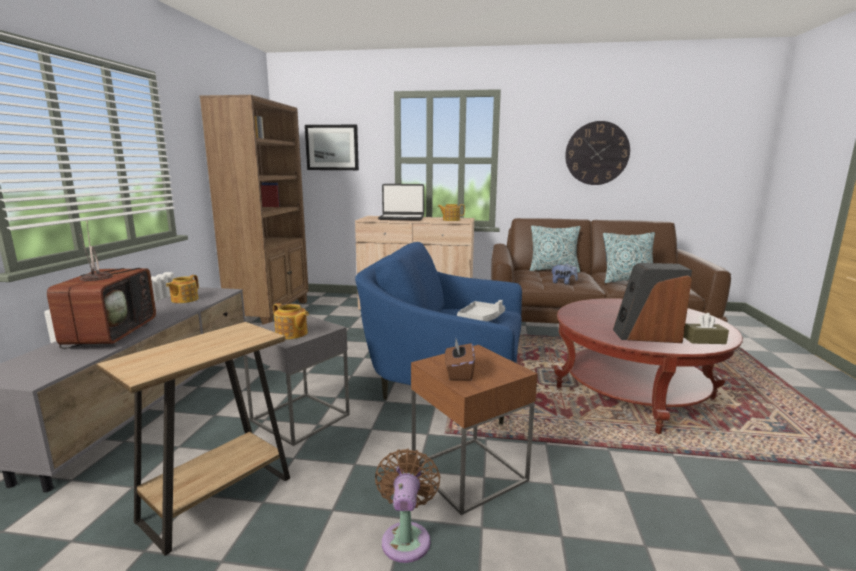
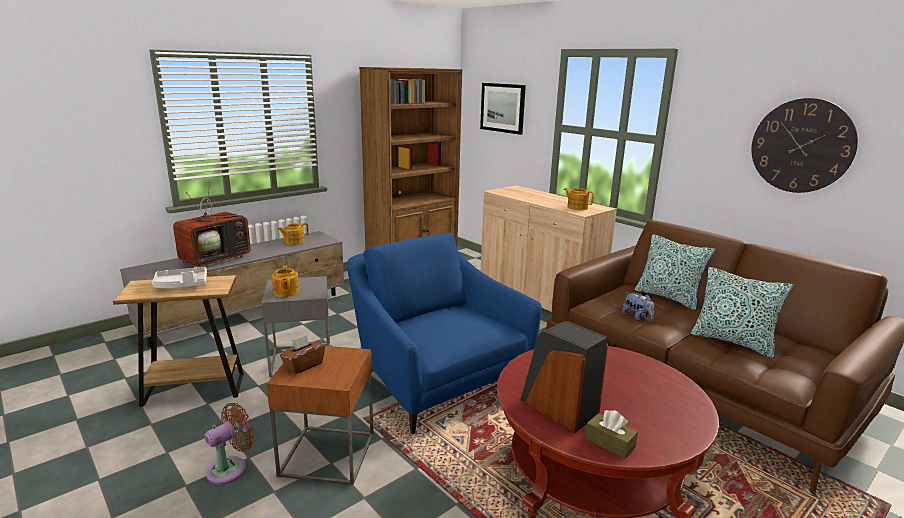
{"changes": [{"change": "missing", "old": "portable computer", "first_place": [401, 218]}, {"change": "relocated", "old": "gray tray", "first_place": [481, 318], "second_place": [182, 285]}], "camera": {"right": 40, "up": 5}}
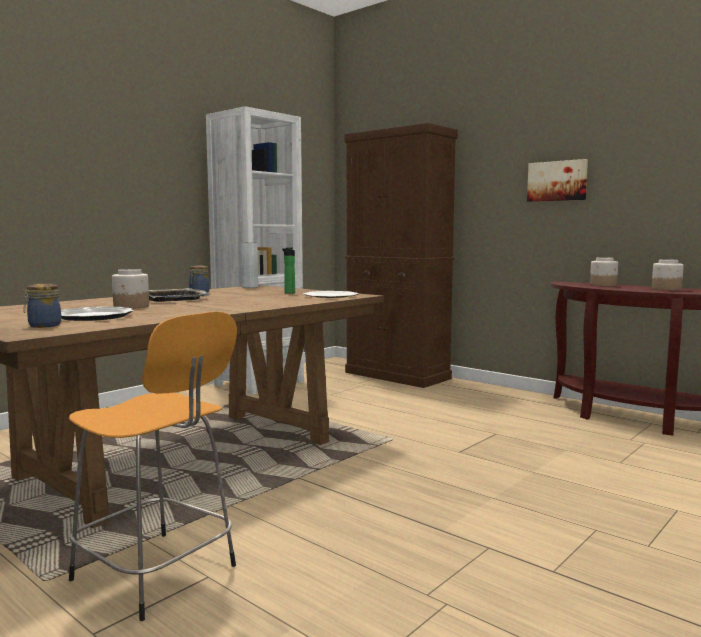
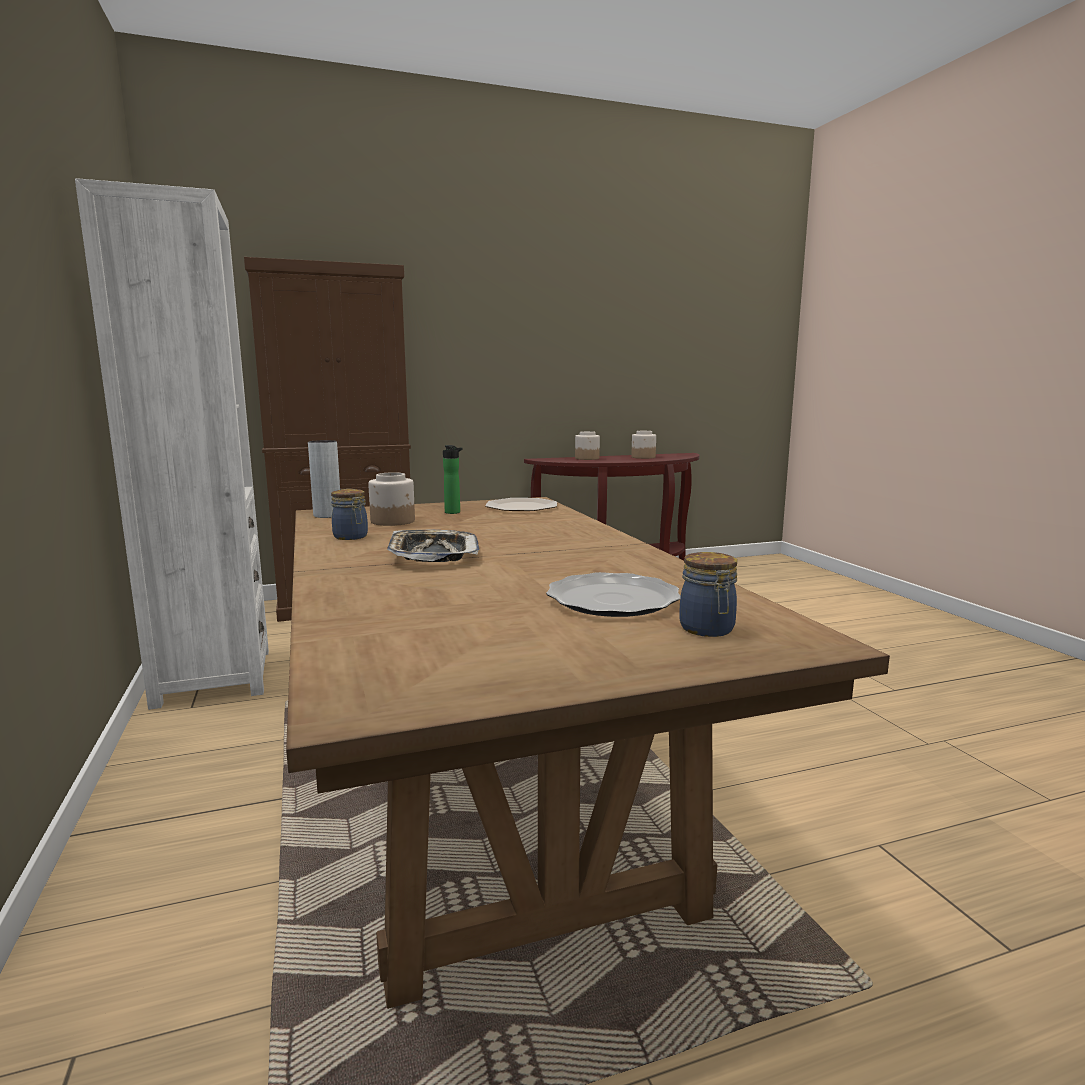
{"changes": [{"change": "missing", "old": "orange-coloured stool seat", "first_place": [158, 574]}, {"change": "relocated", "old": "storage jar", "first_place": [131, 306], "second_place": [393, 521]}, {"change": "missing", "old": "wall art", "first_place": [557, 181]}], "camera": {"right": -60, "up": 5}}
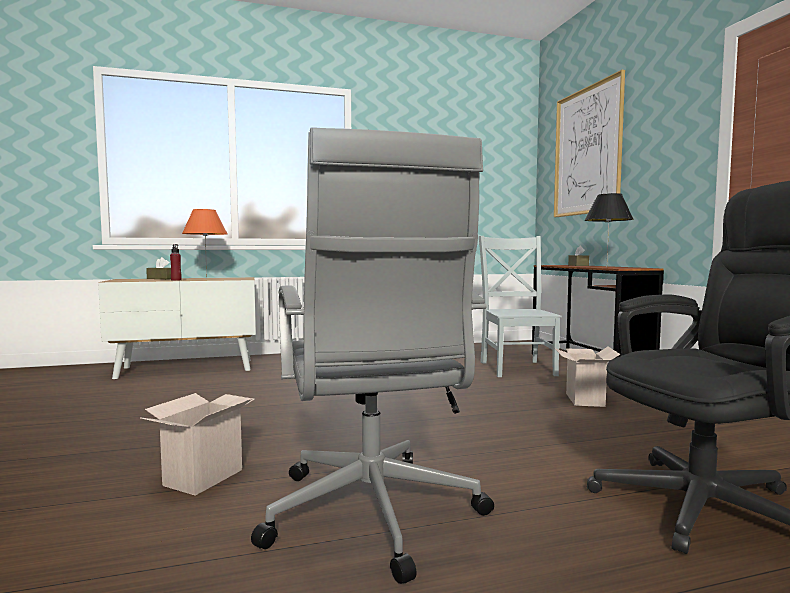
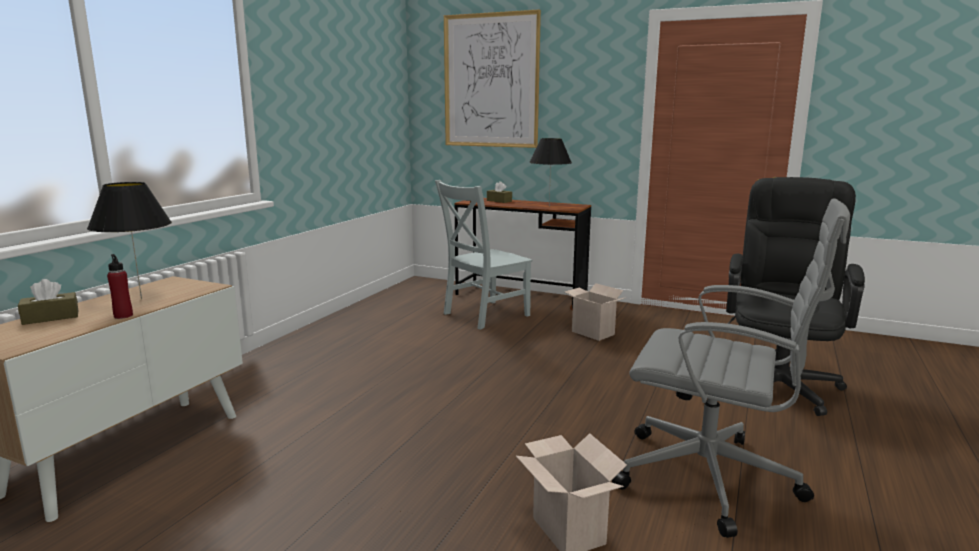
{"changes": [{"change": "colour", "old": "orange-coloured lamp for a table", "new": "black-coloured lamp for a table", "first_place": [206, 278], "second_place": [141, 299]}, {"change": "spun", "old": "gray upright chair", "first_place": [517, 368], "second_place": [483, 315], "degrees": -75}], "camera": {"right": -50, "up": 10}}
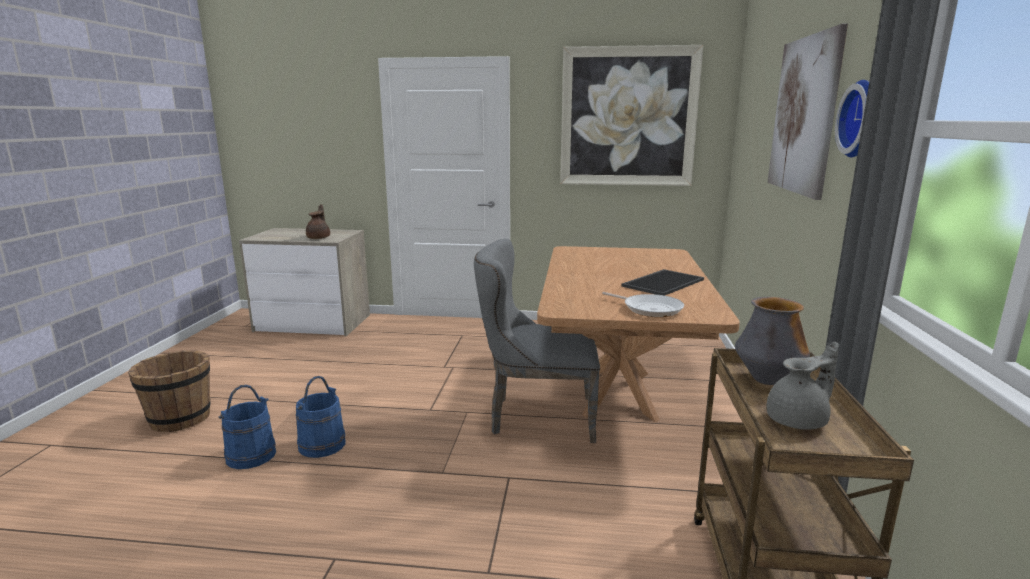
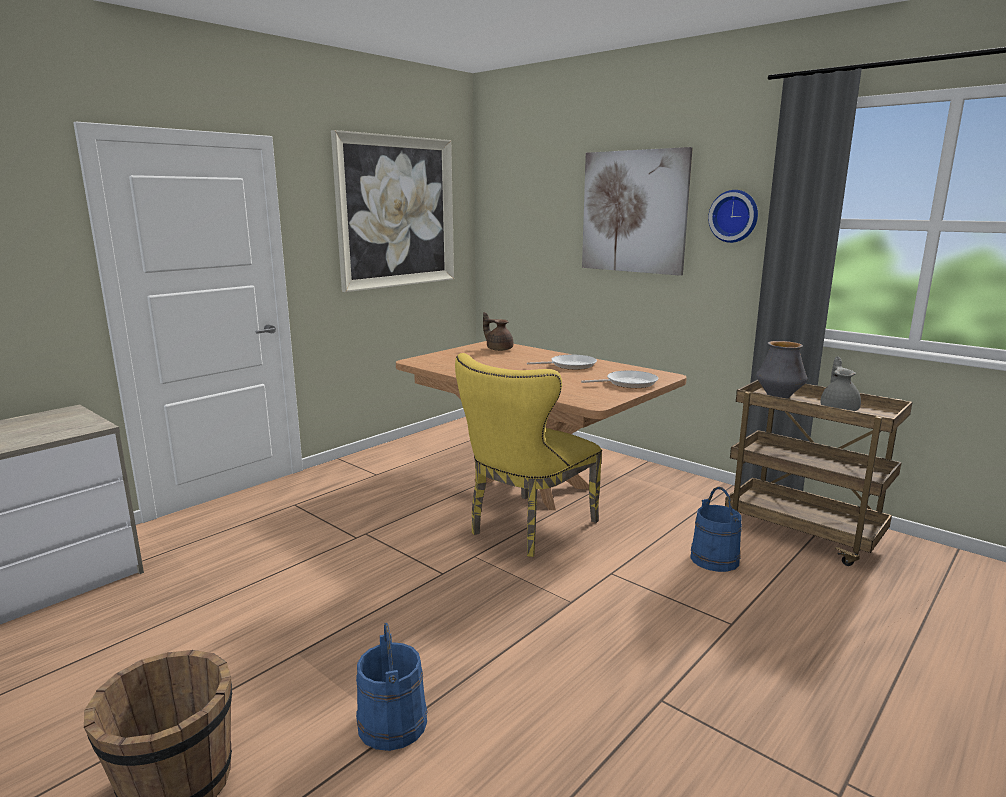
{"changes": [{"change": "relocated", "old": "blue water bucket", "first_place": [322, 445], "second_place": [715, 559]}, {"change": "relocated", "old": "brown tea pot", "first_place": [319, 238], "second_place": [498, 349]}, {"change": "colour", "old": "gray upright chair", "new": "yellow upright chair", "first_place": [535, 416], "second_place": [526, 529]}, {"change": "exchanged", "old": "tray", "new": "pan", "first_place": [662, 282], "second_place": [570, 365]}], "camera": {"right": -55, "up": 0}}
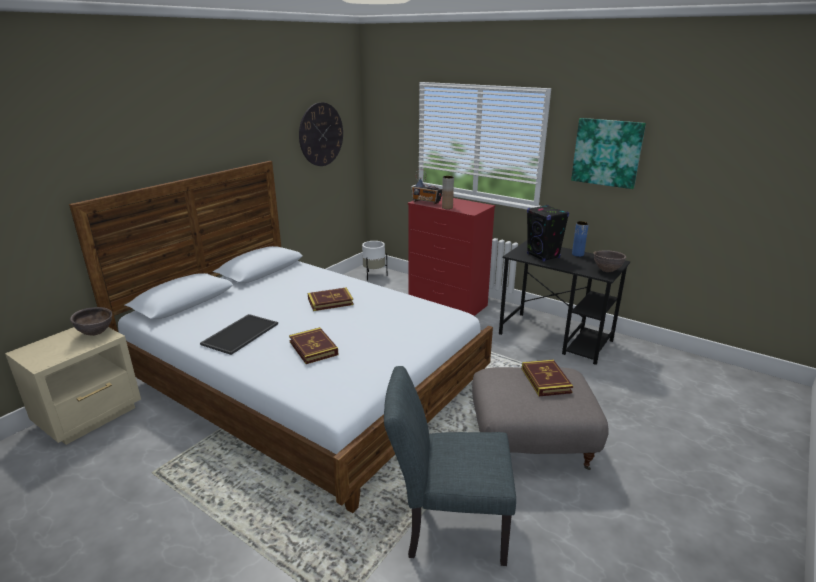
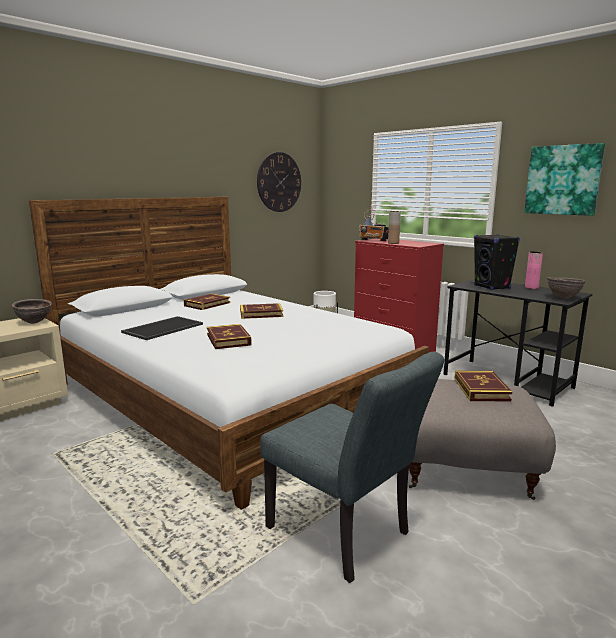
{"changes": [{"change": "spun", "old": "gray upright chair", "first_place": [446, 526], "second_place": [345, 535], "degrees": -150}, {"change": "colour", "old": "blue flower vase", "new": "pink flower vase", "first_place": [577, 254], "second_place": [531, 287]}, {"change": "appeared", "new": "volume", "second_place": [207, 304]}], "camera": {"right": 10, "up": -10}}
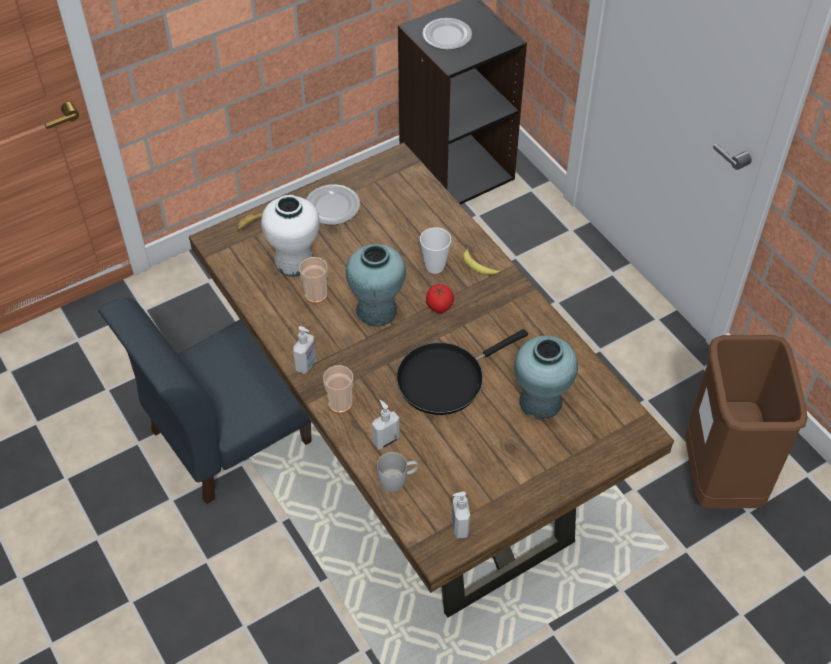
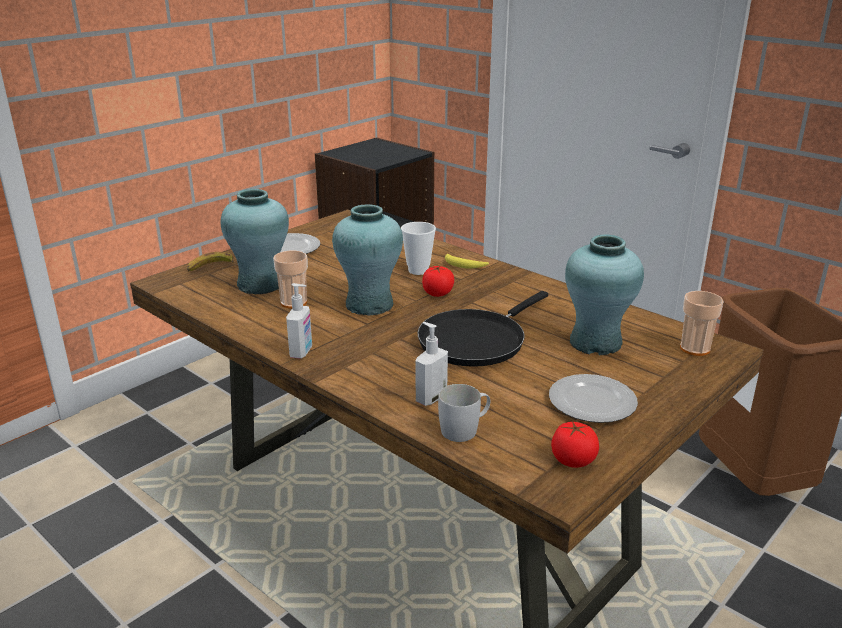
{"changes": [{"change": "missing", "old": "blue upright chair", "first_place": [229, 436]}, {"change": "colour", "old": "white-coloured flower vase", "new": "blue-green flower vase", "first_place": [294, 261], "second_place": [260, 284]}, {"change": "relocated", "old": "small cup", "first_place": [340, 404], "second_place": [695, 348]}, {"change": "relocated", "old": "flat dish", "first_place": [447, 36], "second_place": [593, 402]}, {"change": "exchanged", "old": "liquid soap bottle", "new": "tomato", "first_place": [459, 527], "second_place": [573, 460]}], "camera": {"right": -15, "up": -25}}
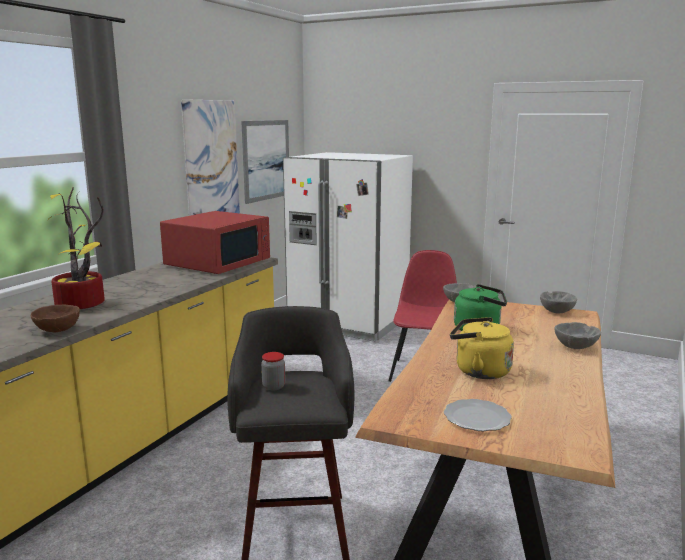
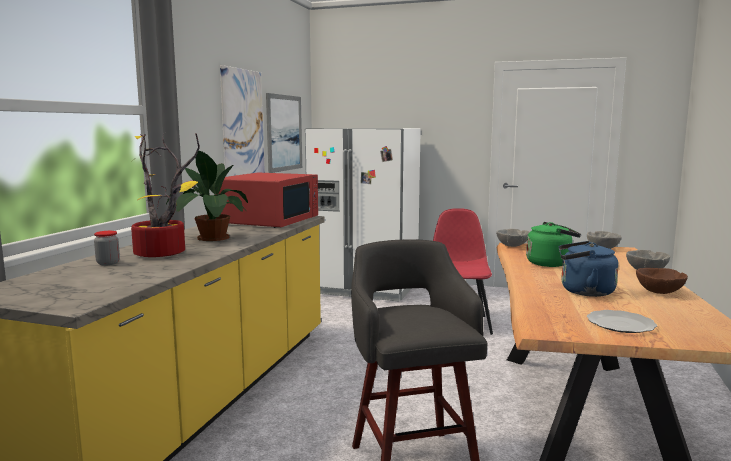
{"changes": [{"change": "relocated", "old": "brown serving bowl", "first_place": [58, 330], "second_place": [660, 292]}, {"change": "relocated", "old": "storage jar", "first_place": [273, 386], "second_place": [108, 263]}, {"change": "colour", "old": "yellow water kettle", "new": "blue water kettle", "first_place": [478, 371], "second_place": [583, 291]}, {"change": "appeared", "new": "houseplant", "second_place": [211, 238]}], "camera": {"right": -10, "up": -5}}
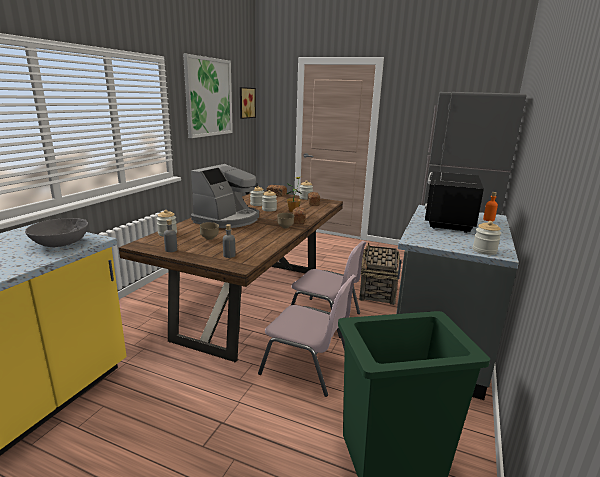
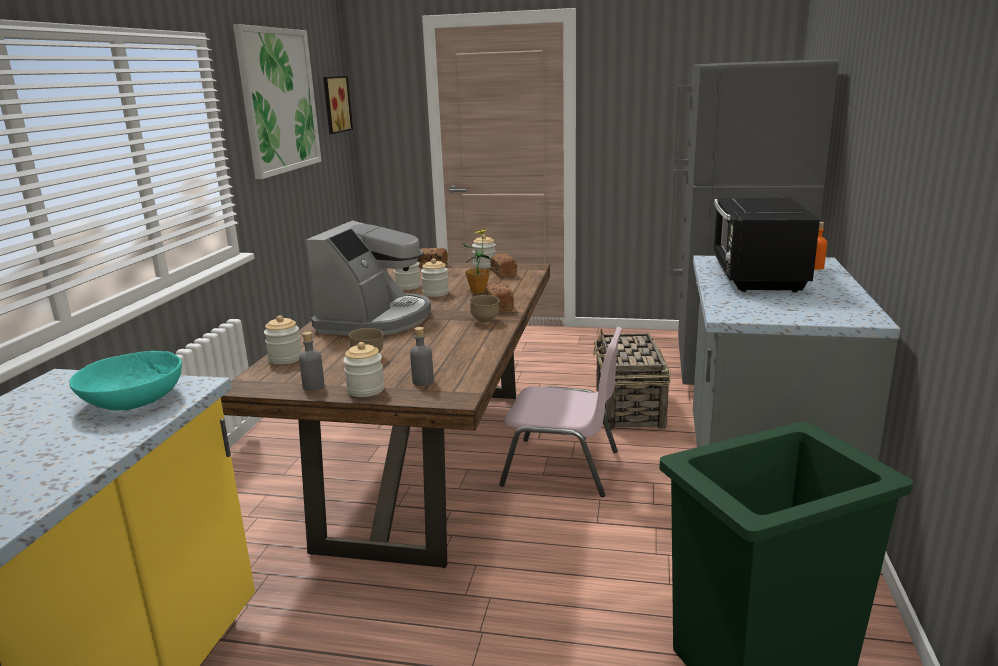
{"changes": [{"change": "colour", "old": "gray serving bowl", "new": "blue-green serving bowl", "first_place": [60, 242], "second_place": [133, 400]}, {"change": "missing", "old": "pink upright chair", "first_place": [307, 366]}, {"change": "relocated", "old": "storage jar", "first_place": [484, 251], "second_place": [365, 390]}], "camera": {"right": -10, "up": 0}}
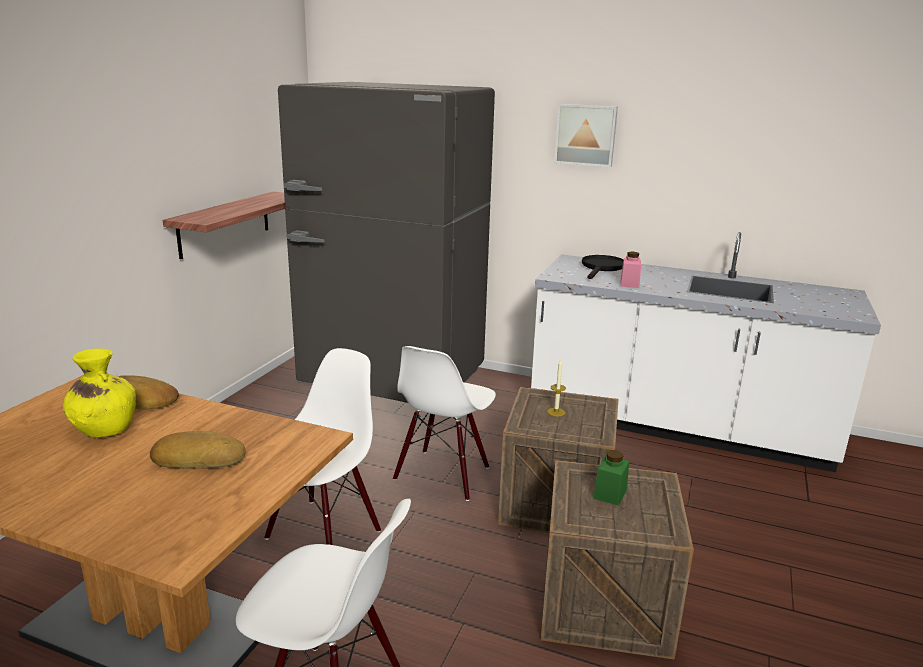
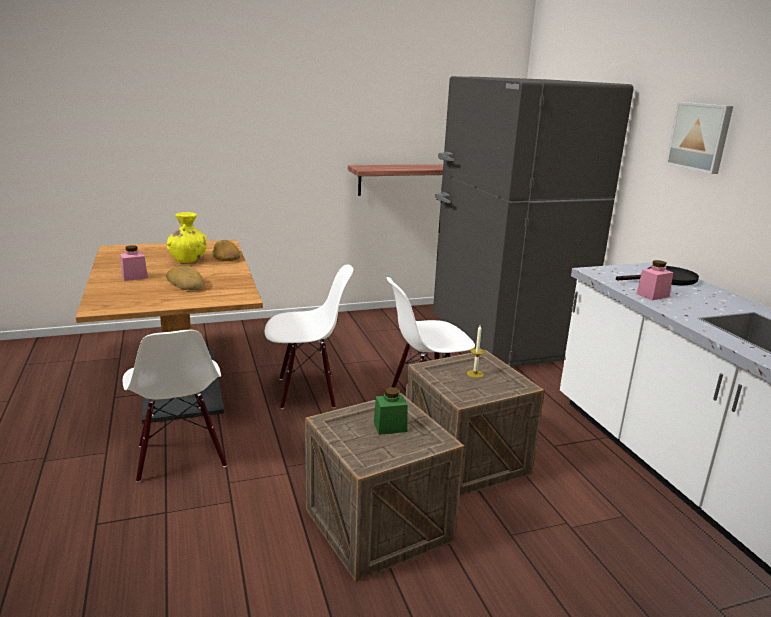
{"changes": [{"change": "appeared", "new": "pink storage jar", "second_place": [134, 277]}], "camera": {"right": 50, "up": 0}}
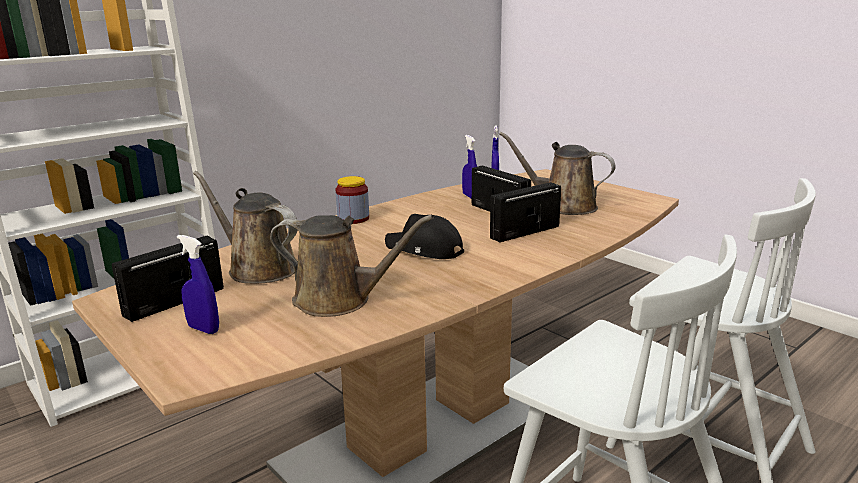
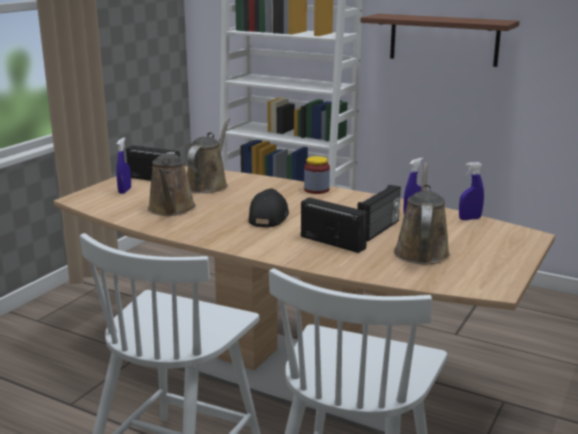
{"changes": [{"change": "appeared", "new": "bracket shelf", "second_place": [443, 39]}], "camera": {"right": 70, "up": 0}}
